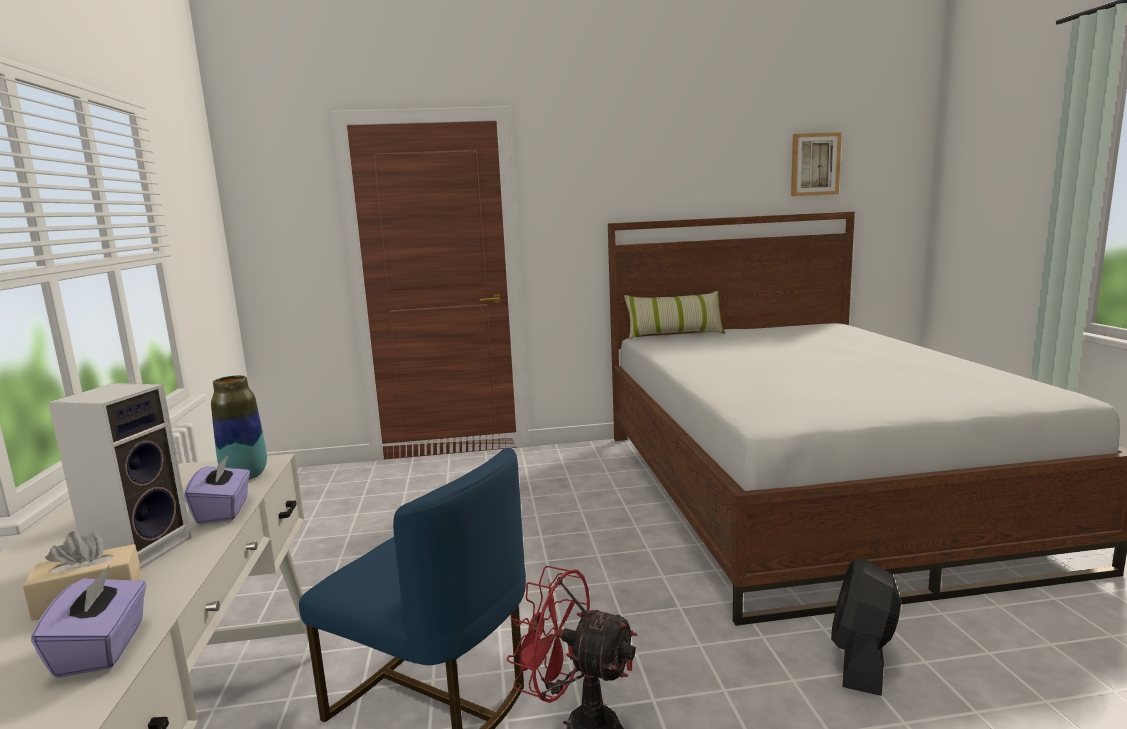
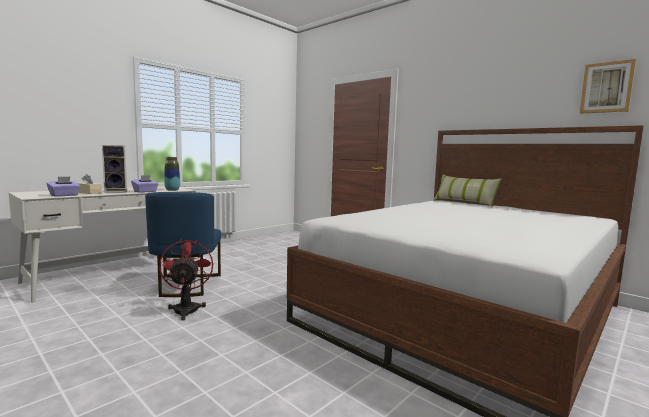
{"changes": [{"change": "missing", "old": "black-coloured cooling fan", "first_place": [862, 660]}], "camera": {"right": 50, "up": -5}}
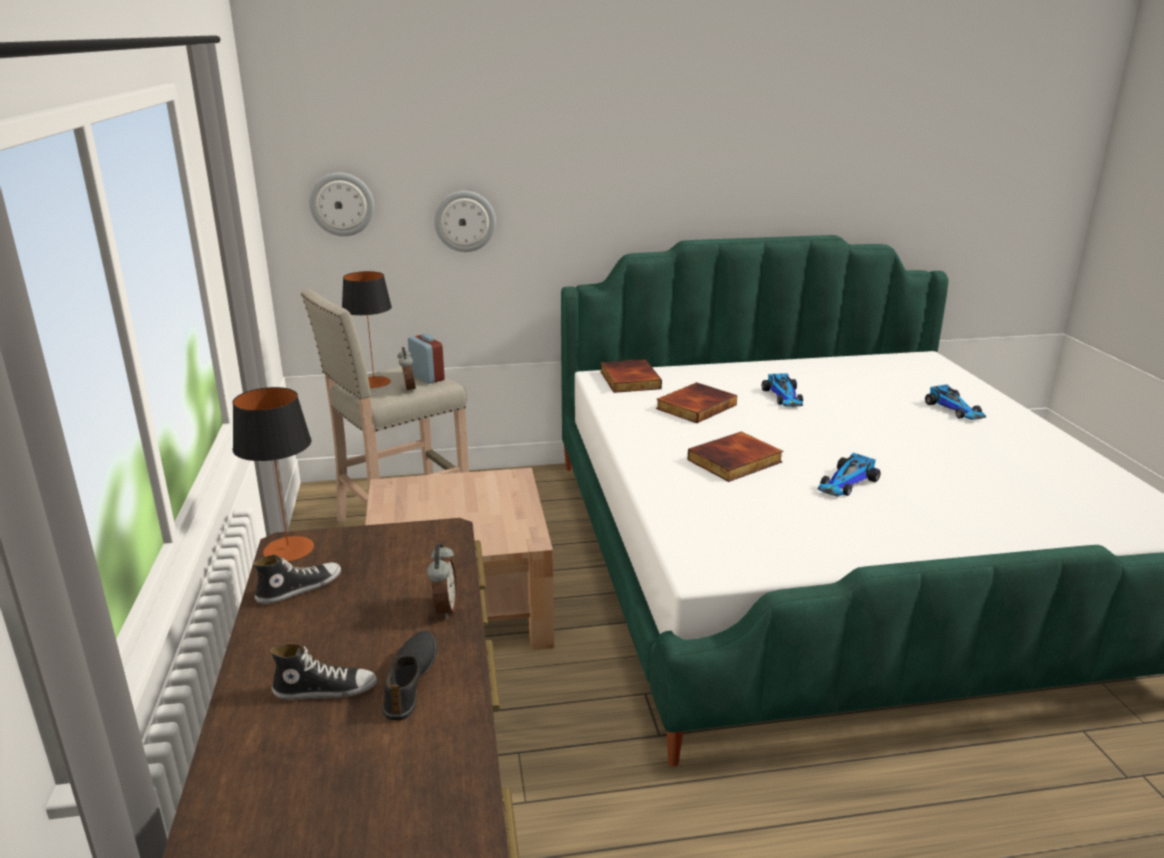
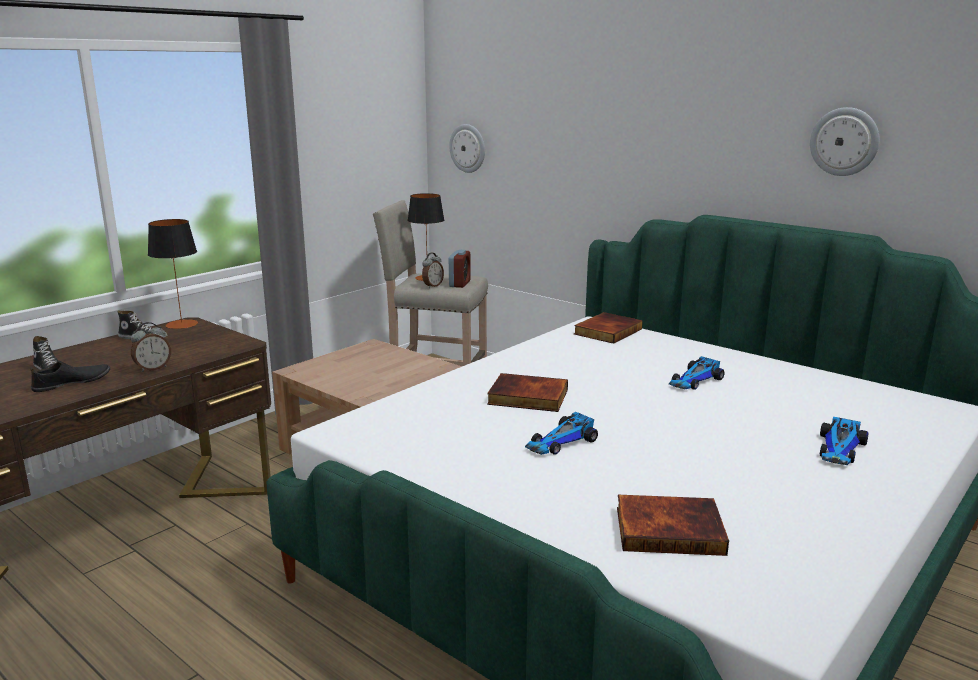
{"changes": [{"change": "relocated", "old": "wall clock", "first_place": [464, 221], "second_place": [844, 141]}, {"change": "relocated", "old": "volume", "first_place": [695, 406], "second_place": [669, 529]}, {"change": "spun", "old": "toy car", "first_place": [846, 483], "second_place": [561, 442], "degrees": -45}], "camera": {"right": 50, "up": -5}}
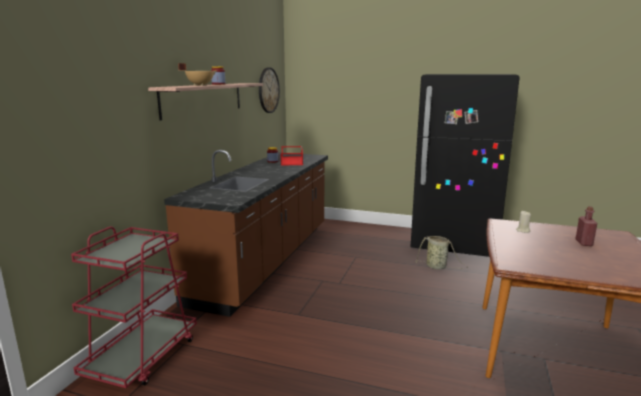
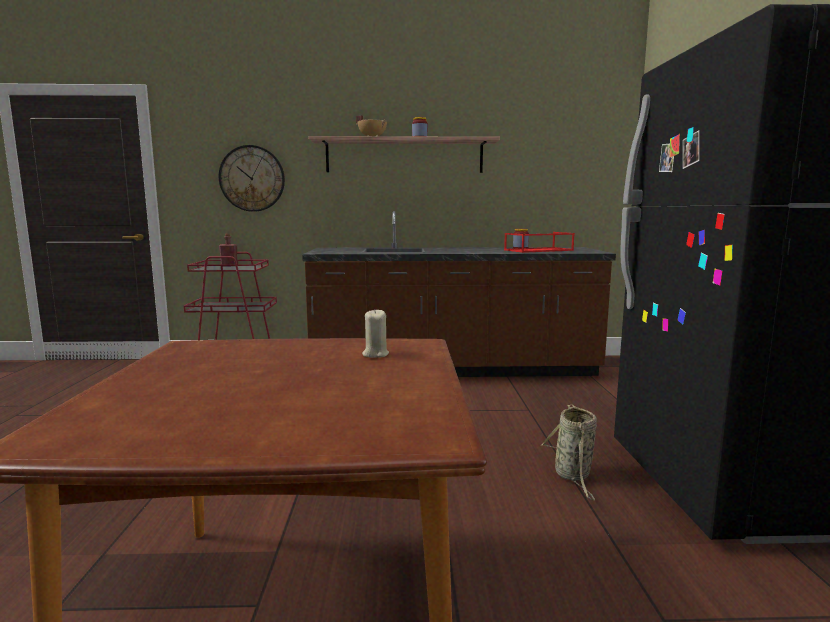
{"changes": [{"change": "relocated", "old": "wall clock", "first_place": [268, 90], "second_place": [252, 178]}, {"change": "relocated", "old": "reddish drink bottle", "first_place": [584, 243], "second_place": [229, 266]}], "camera": {"right": 70, "up": -5}}
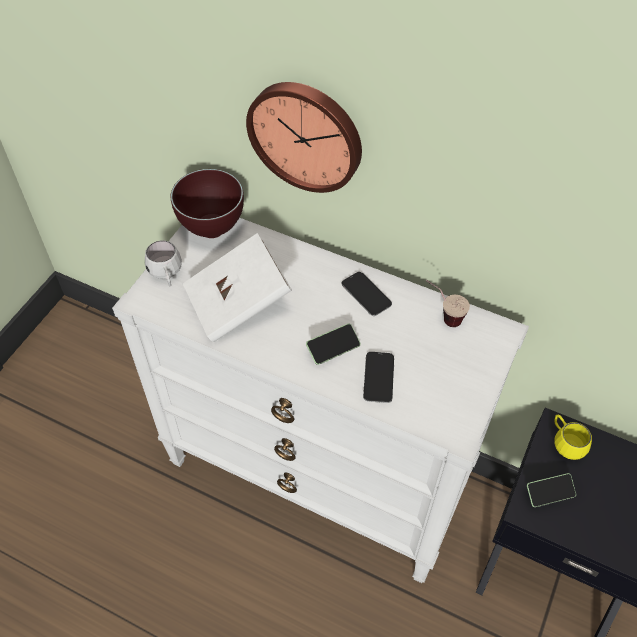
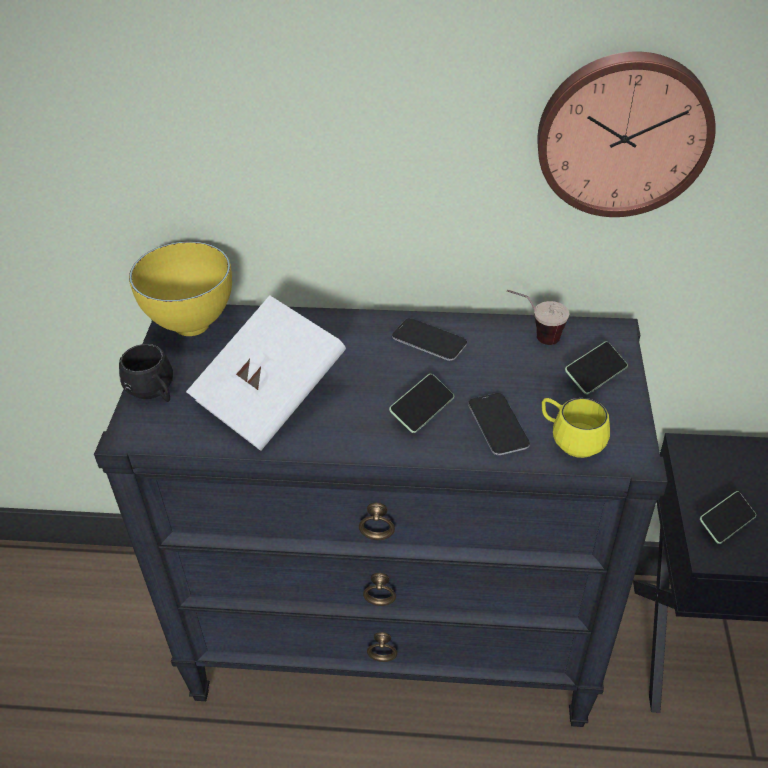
{"changes": [{"change": "colour", "old": "white-coloured drawer chest", "new": "black-coloured drawer chest", "first_place": [319, 472], "second_place": [394, 639]}, {"change": "colour", "old": "white-coloured tea mug", "new": "black-coloured tea mug", "first_place": [166, 276], "second_place": [155, 394]}, {"change": "colour", "old": "brown serving bowl", "new": "yellow serving bowl", "first_place": [211, 231], "second_place": [191, 328]}, {"change": "relocated", "old": "wall clock", "first_place": [306, 135], "second_place": [623, 133]}, {"change": "relocated", "old": "yellow tea mug", "first_place": [565, 443], "second_place": [569, 440]}, {"change": "appeared", "new": "telephone", "second_place": [595, 375]}], "camera": {"right": -20, "up": -10}}
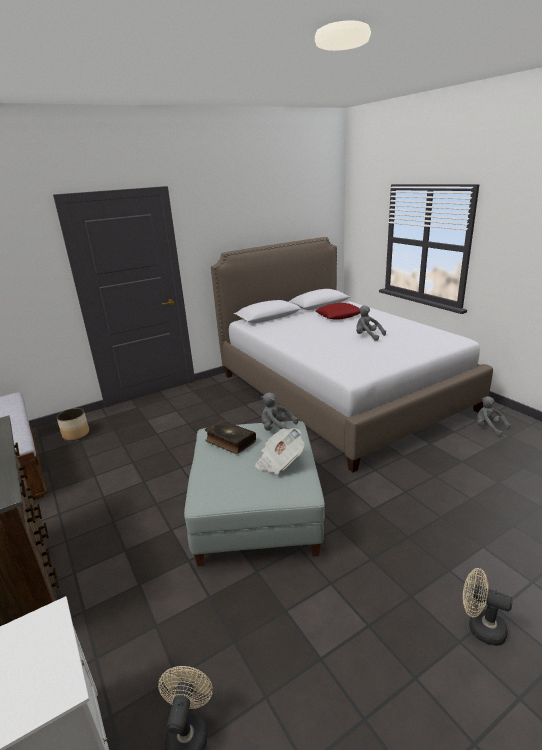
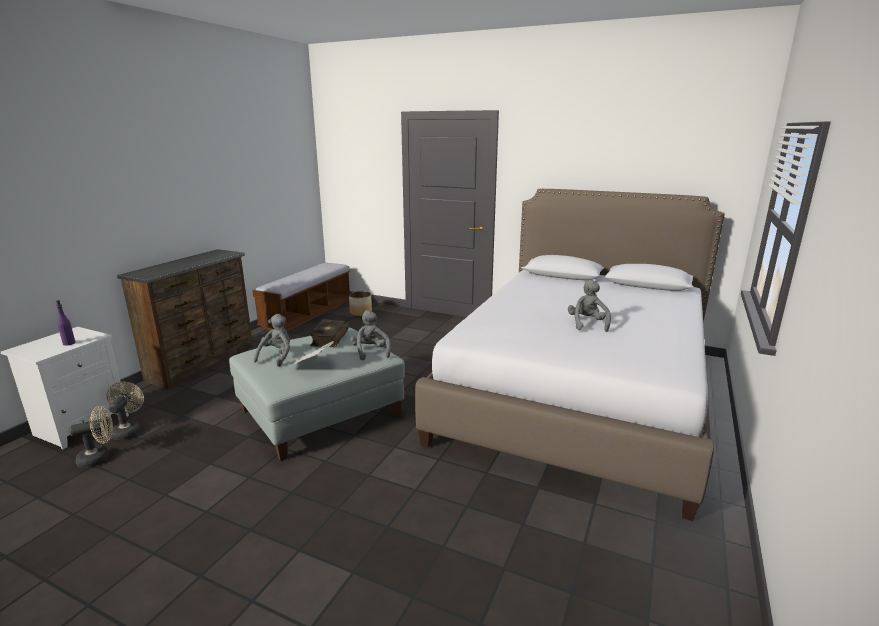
{"changes": [{"change": "missing", "old": "reddish cushion", "first_place": [339, 315]}, {"change": "relocated", "old": "beige-coloured cooling fan", "first_place": [480, 627], "second_place": [128, 430]}, {"change": "relocated", "old": "gray plush toy", "first_place": [488, 428], "second_place": [277, 357]}, {"change": "appeared", "new": "purple drink bottle", "second_place": [69, 343]}], "camera": {"right": 55, "up": -5}}
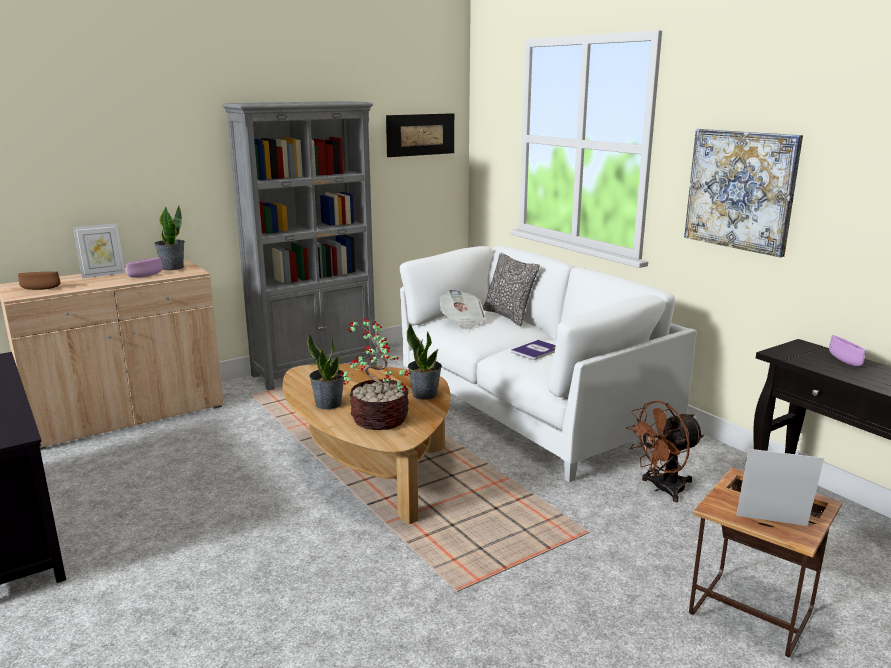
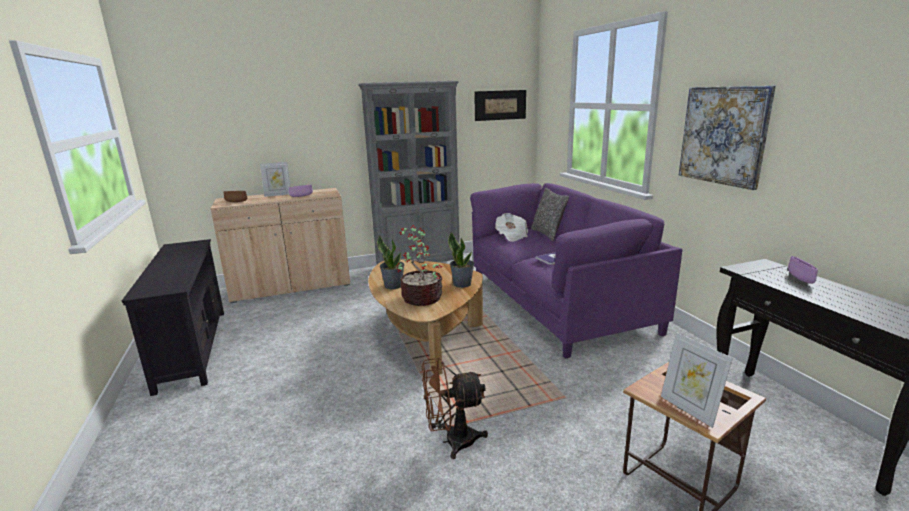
{"changes": [{"change": "missing", "old": "houseplant", "first_place": [172, 268]}, {"change": "colour", "old": "white-coloured sofa", "new": "purple sofa", "first_place": [530, 409], "second_place": [556, 302]}, {"change": "relocated", "old": "brown cooling fan", "first_place": [662, 489], "second_place": [452, 441]}, {"change": "spun", "old": "photo frame", "first_place": [772, 524], "second_place": [689, 409], "degrees": -150}], "camera": {"right": 15, "up": 0}}
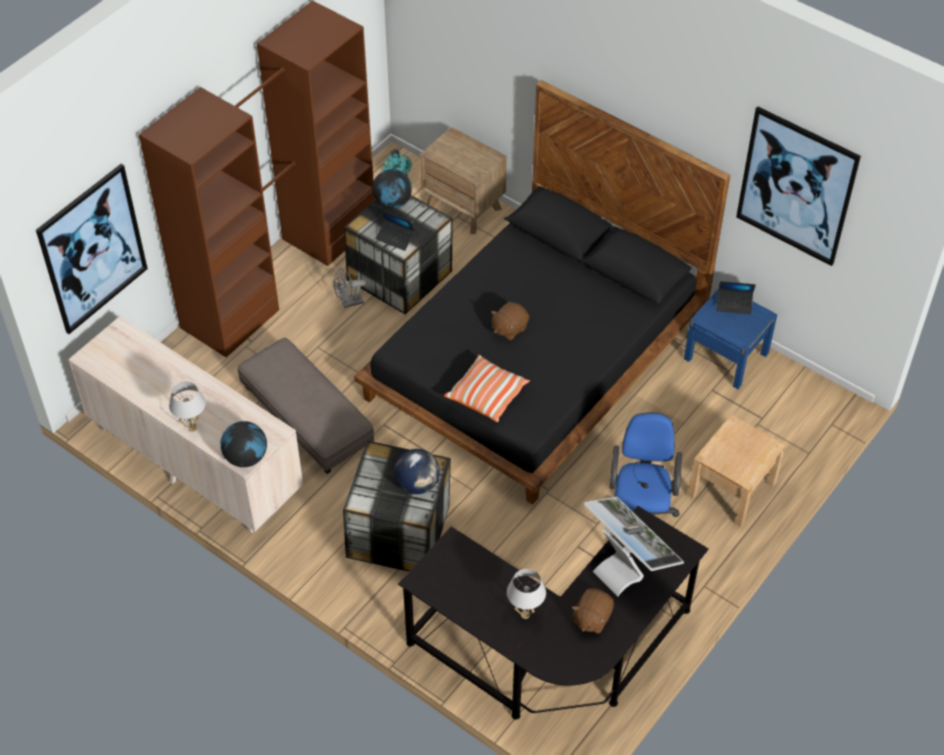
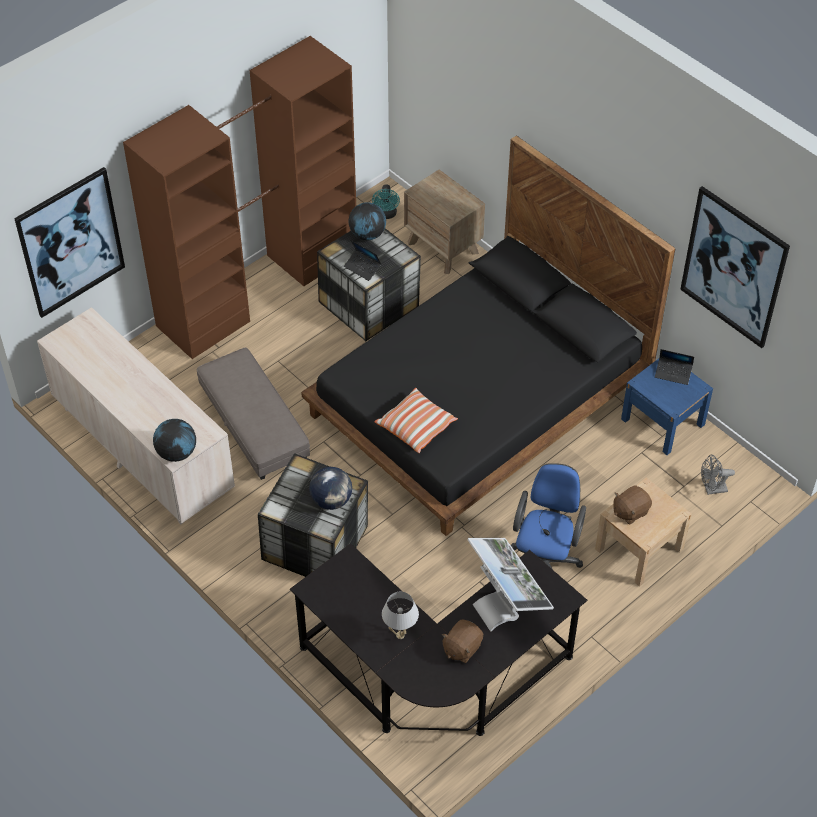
{"changes": [{"change": "missing", "old": "white-coloured lamp for a table", "first_place": [192, 428]}, {"change": "relocated", "old": "gray cooling fan", "first_place": [348, 303], "second_place": [712, 489]}, {"change": "relocated", "old": "brown plush toy", "first_place": [509, 328], "second_place": [630, 511]}], "camera": {"right": 10, "up": 0}}
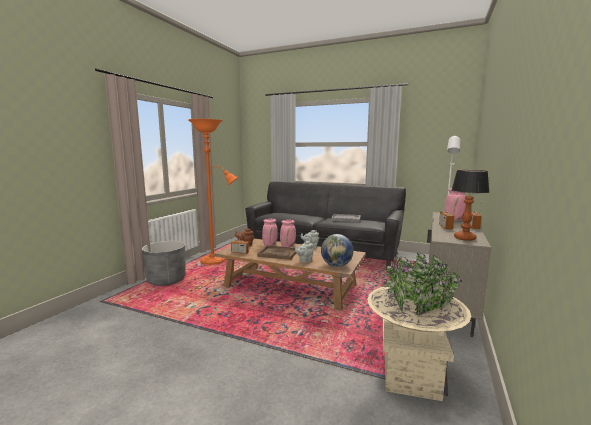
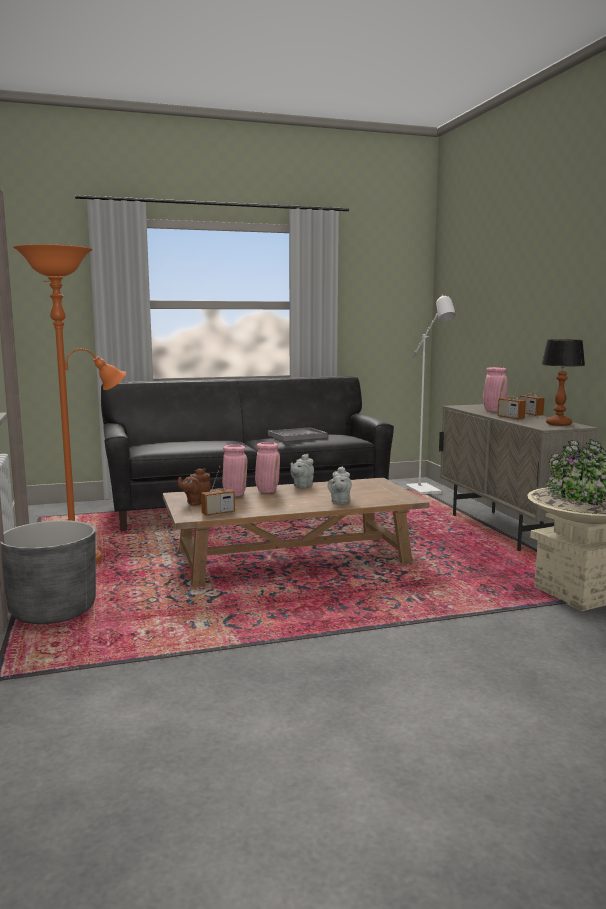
{"changes": [{"change": "missing", "old": "brown tray", "first_place": [278, 253]}, {"change": "missing", "old": "desk globe", "first_place": [336, 265]}], "camera": {"right": -40, "up": 0}}
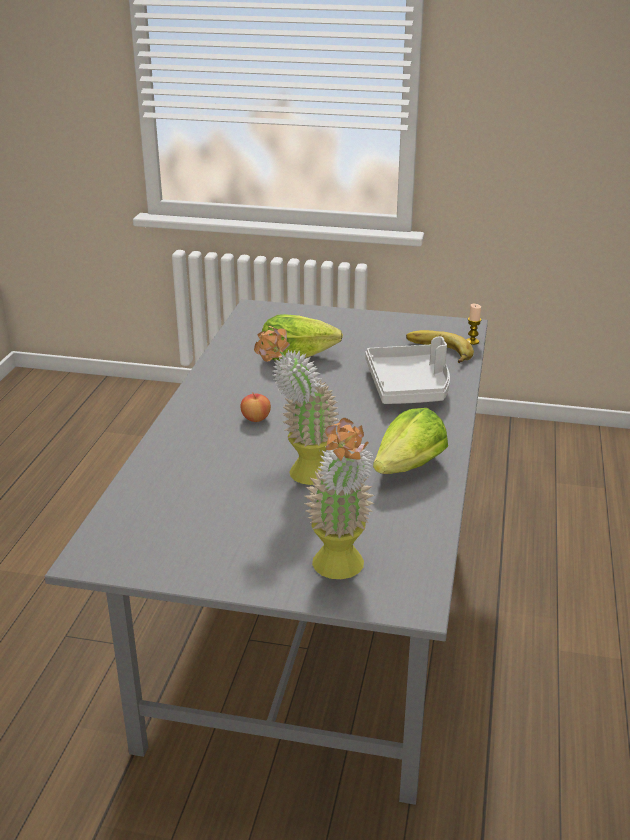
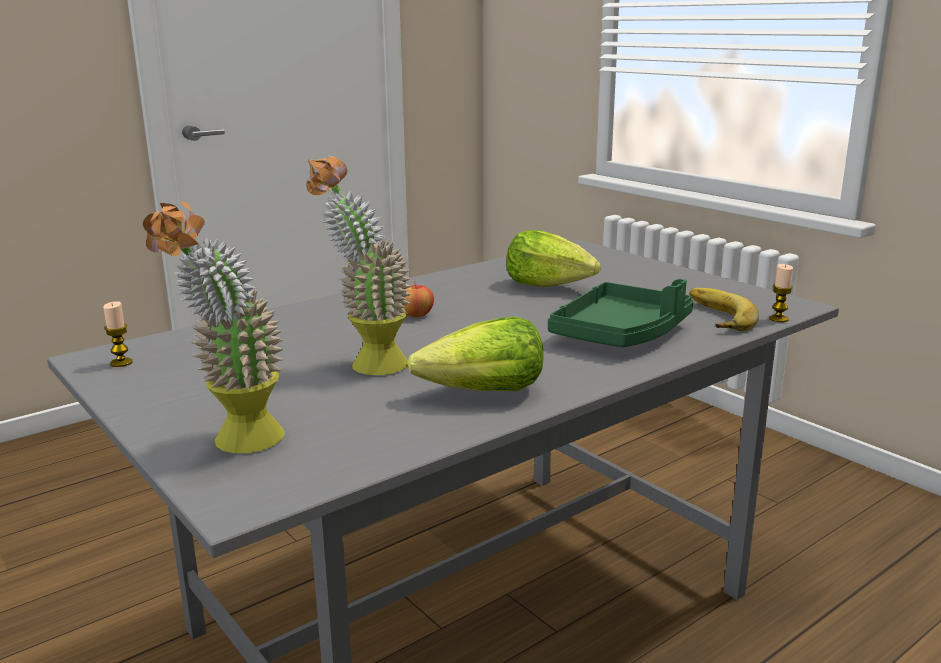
{"changes": [{"change": "colour", "old": "gray tray", "new": "green tray", "first_place": [409, 387], "second_place": [622, 334]}, {"change": "appeared", "new": "wax light", "second_place": [121, 363]}], "camera": {"right": 40, "up": -10}}
